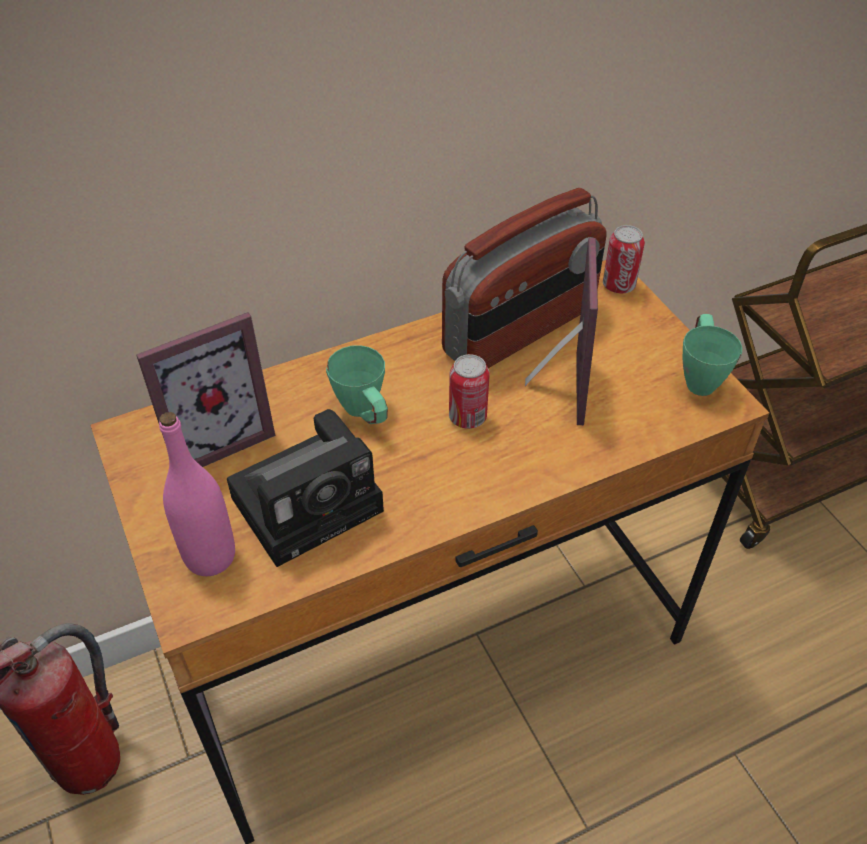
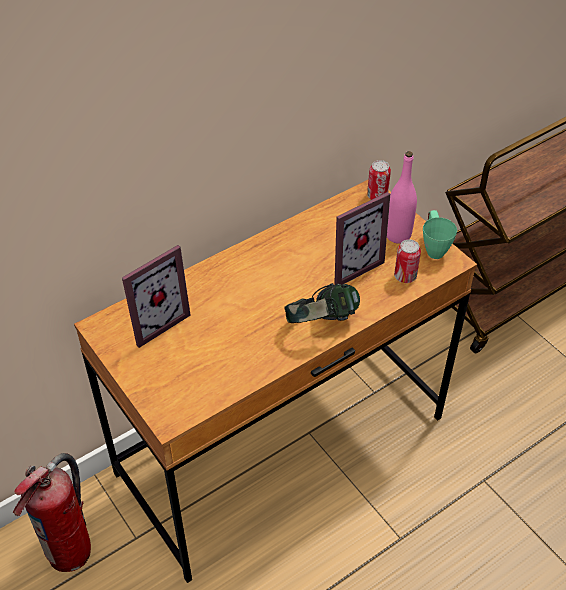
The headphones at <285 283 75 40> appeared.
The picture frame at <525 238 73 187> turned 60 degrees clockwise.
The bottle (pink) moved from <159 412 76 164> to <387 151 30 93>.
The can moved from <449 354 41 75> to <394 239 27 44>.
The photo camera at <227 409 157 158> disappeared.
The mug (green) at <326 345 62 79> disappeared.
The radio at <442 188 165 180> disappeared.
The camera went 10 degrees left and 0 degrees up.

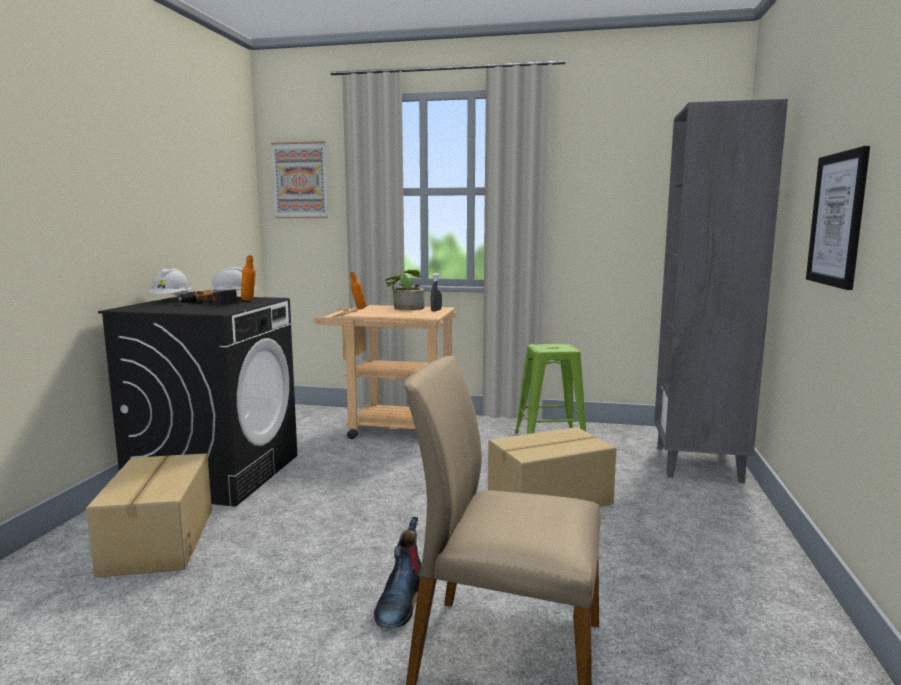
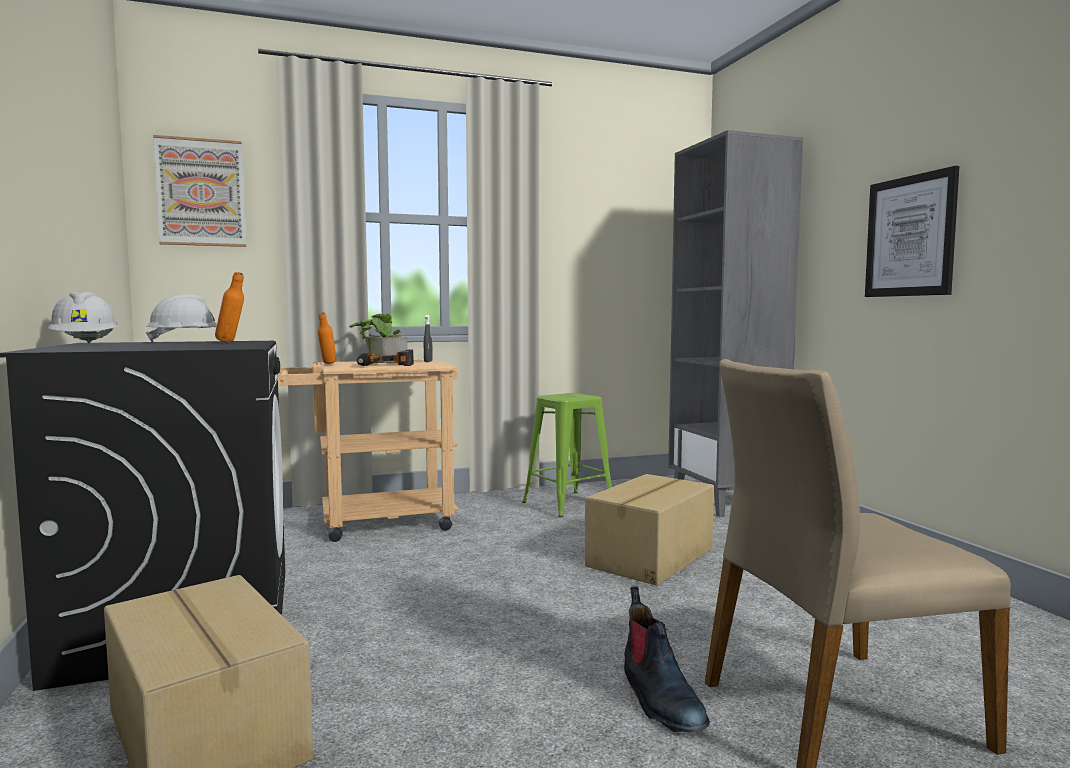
The power drill moved from <178 289 59 17> to <357 349 57 17>.
The camera went 30 degrees left and 5 degrees down.

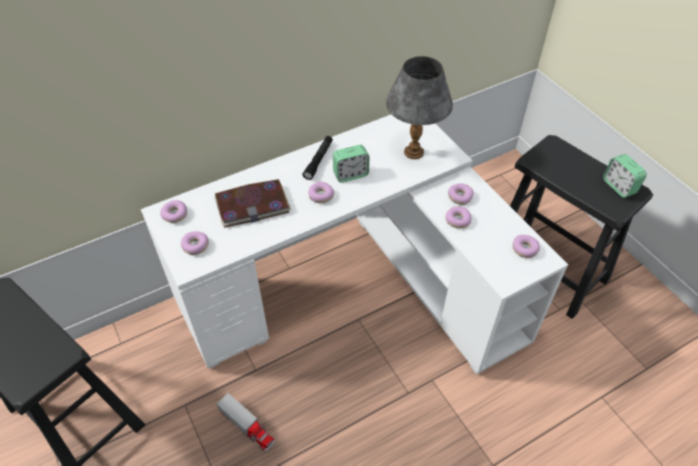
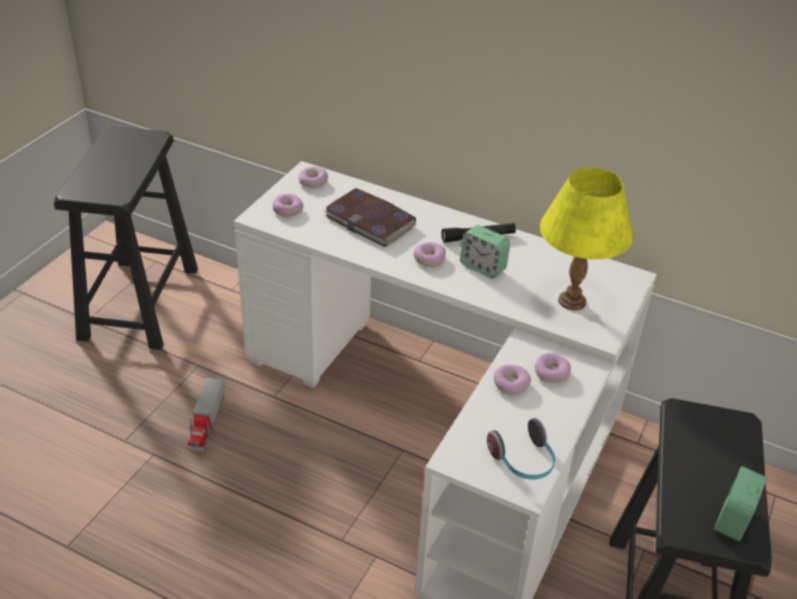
The donut at <512 235 28 23> was replaced by the headphones at <487 418 68 62>.
The table lamp (grey) at <386 56 67 103> became the table lamp (yellow) at <540 168 93 142>.
The camera went 55 degrees right and 10 degrees down.

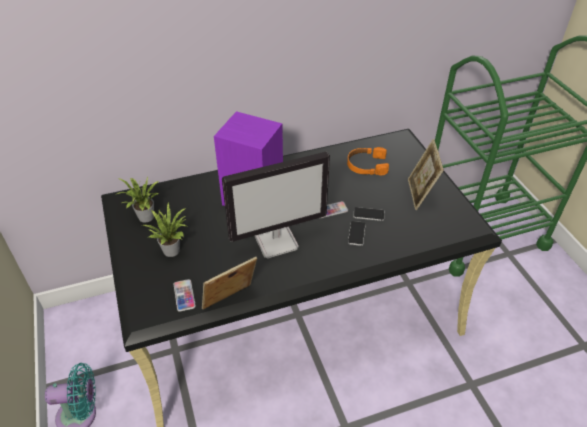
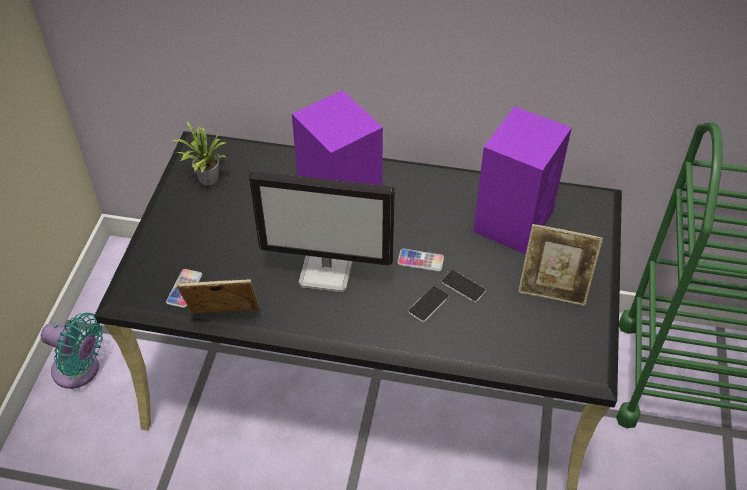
The headphones (orange) at <347 147 42 29> was replaced by the speaker (purple) at <473 106 99 149>.
The picture frame at <408 139 36 71> turned 105 degrees counterclockwise.
The potted plant at <142 203 44 54> disappeared.
The camera went 30 degrees right and 5 degrees up.

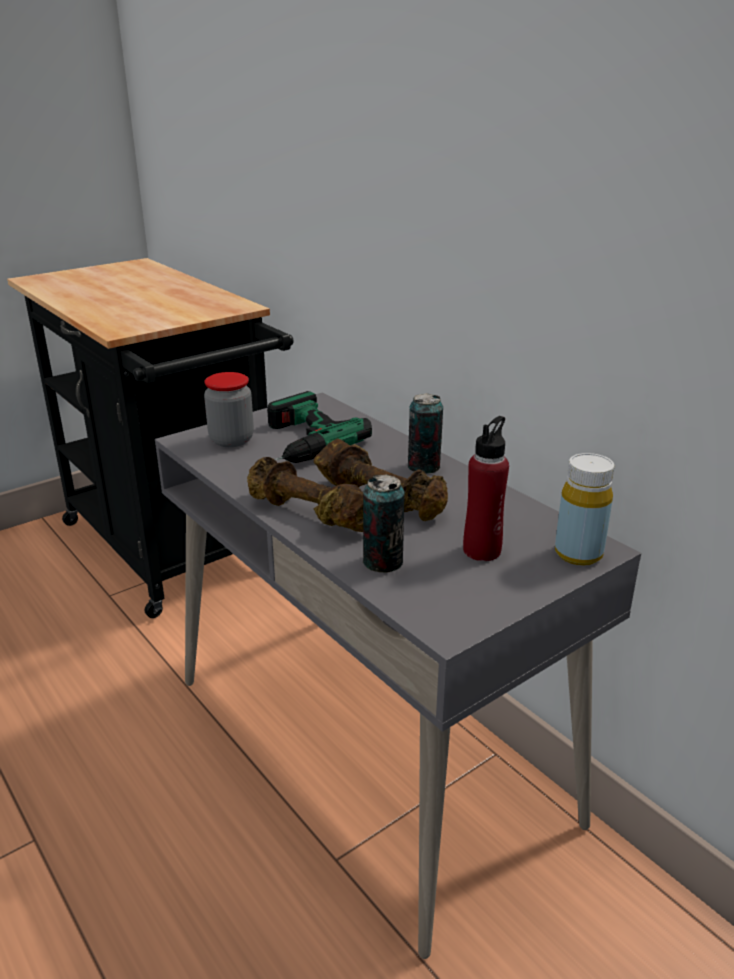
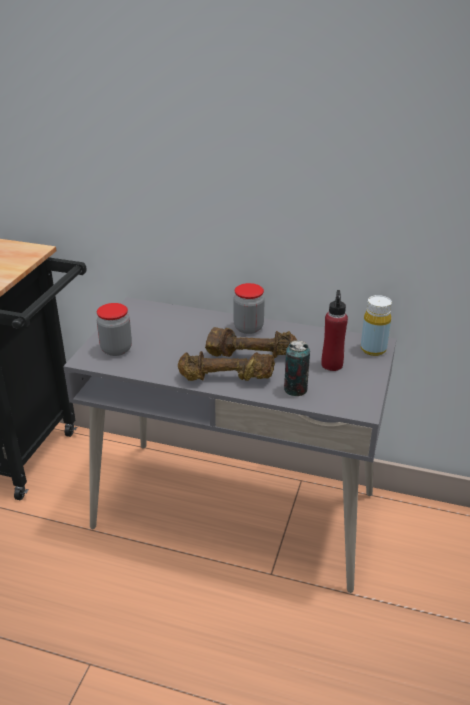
The can at <408 393 35 81> was replaced by the jar at <234 283 31 51>.
The power drill at <267 391 105 72> disappeared.
The camera went 35 degrees left and 5 degrees up.

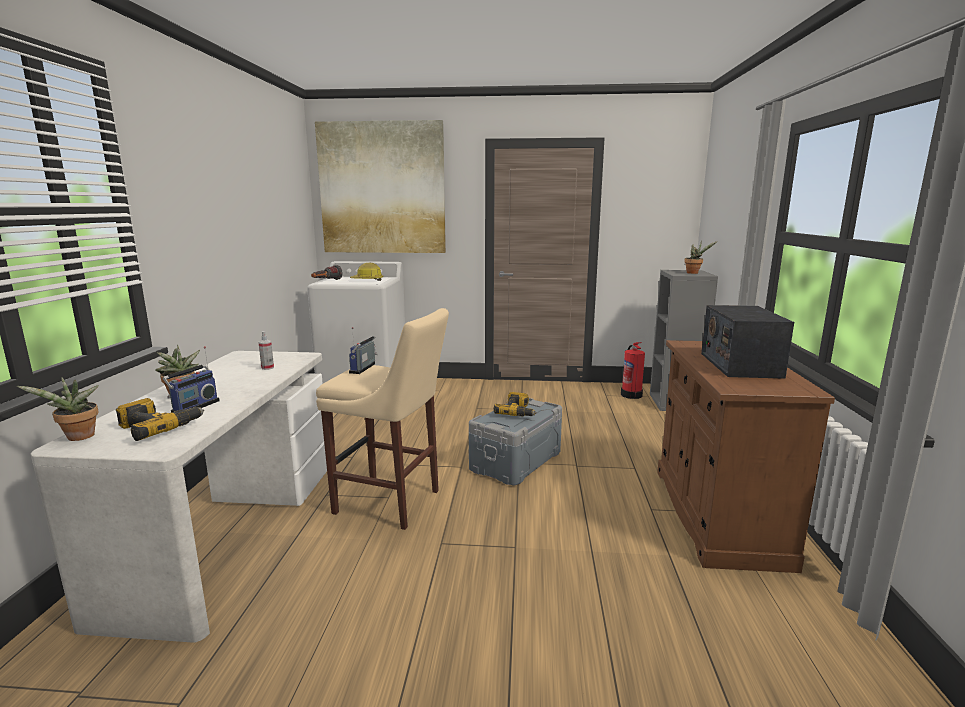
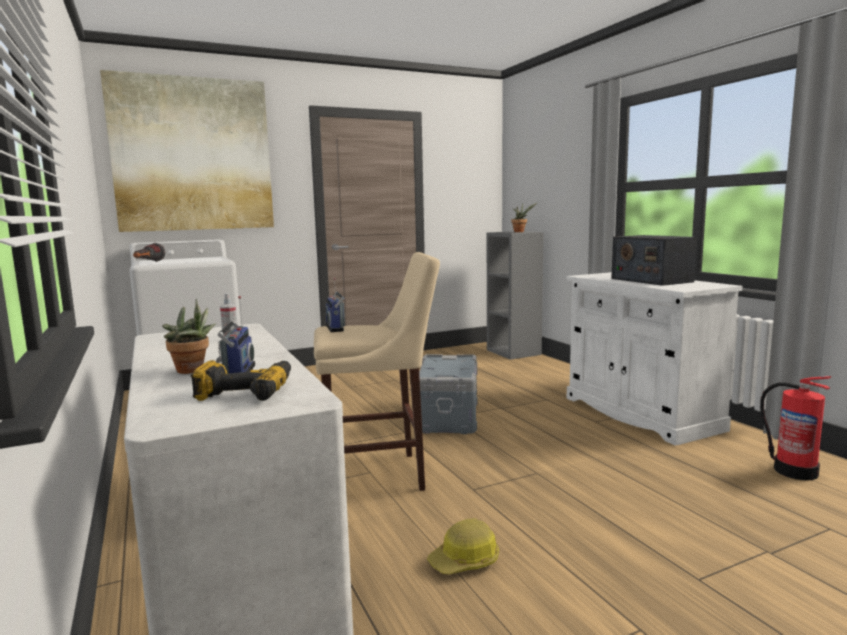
The hard hat moved from <350 263 33 18> to <427 518 72 56>.
The cabinet (brown) at <657 340 178 233> became the cabinet (white) at <566 272 176 174>.
The fire extinguisher moved from <621 342 24 57> to <760 376 71 104>.
The potted plant at <17 377 82 64> disappeared.
The power drill at <494 392 43 25> disappeared.
The camera went 30 degrees left and 5 degrees down.

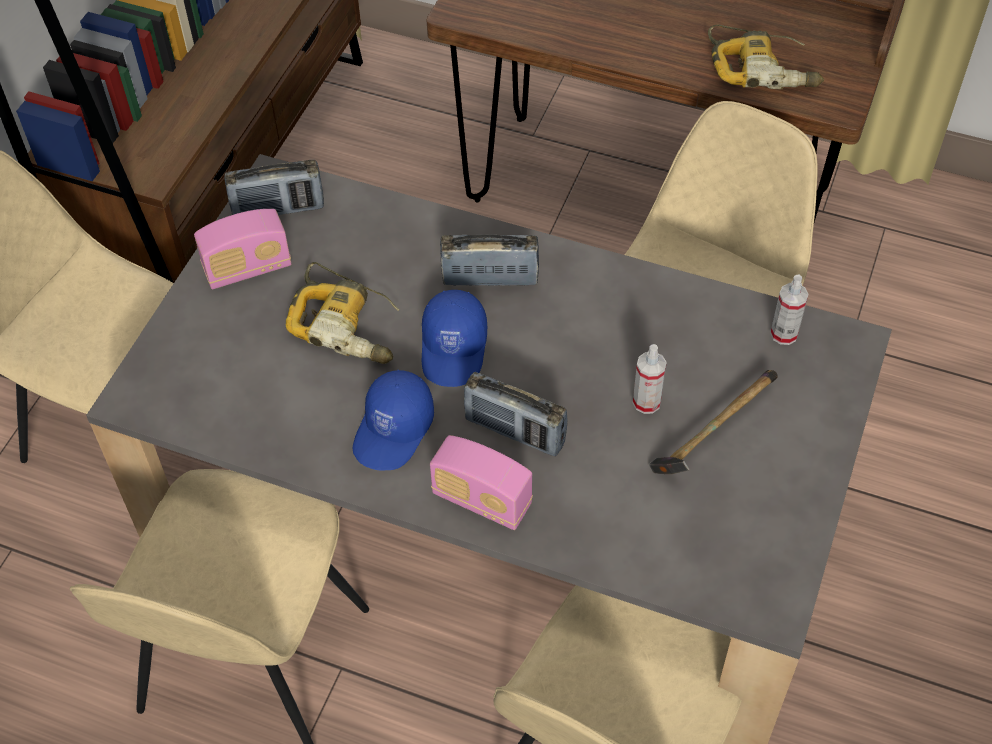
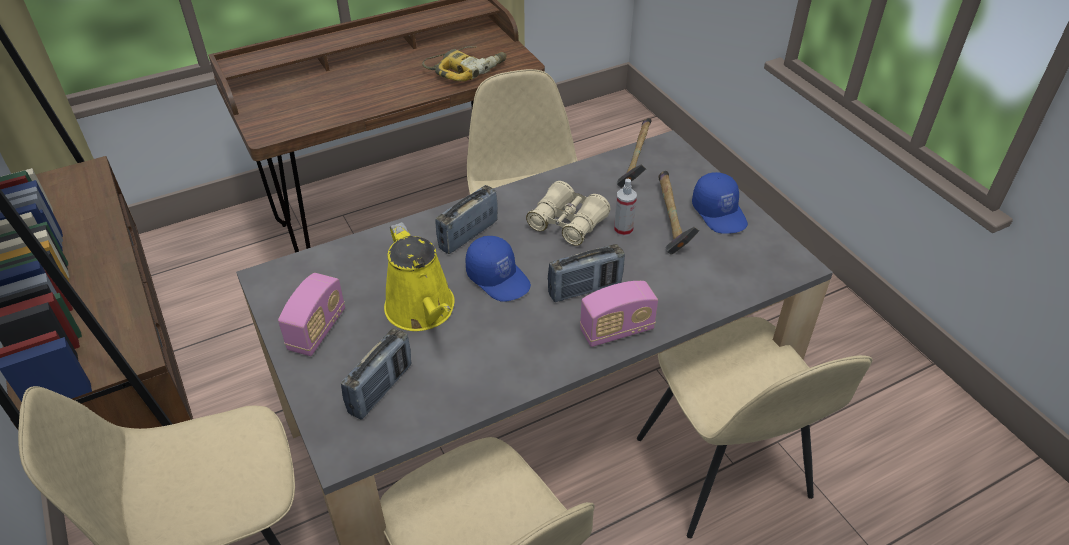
The radio moved from <225 160 99 55> to <341 328 71 92>.
The power drill at <286 262 114 102> was replaced by the watering can (yellow) at <384 222 71 109>.
The binoculars (beige) at <526 181 84 65> appeared.
The spray bottle at <770 275 39 70> was replaced by the hammer at <617 118 34 70>.
The cap (blue) moved from <353 370 81 101> to <692 172 56 62>.
The camera went 50 degrees left and 10 degrees down.

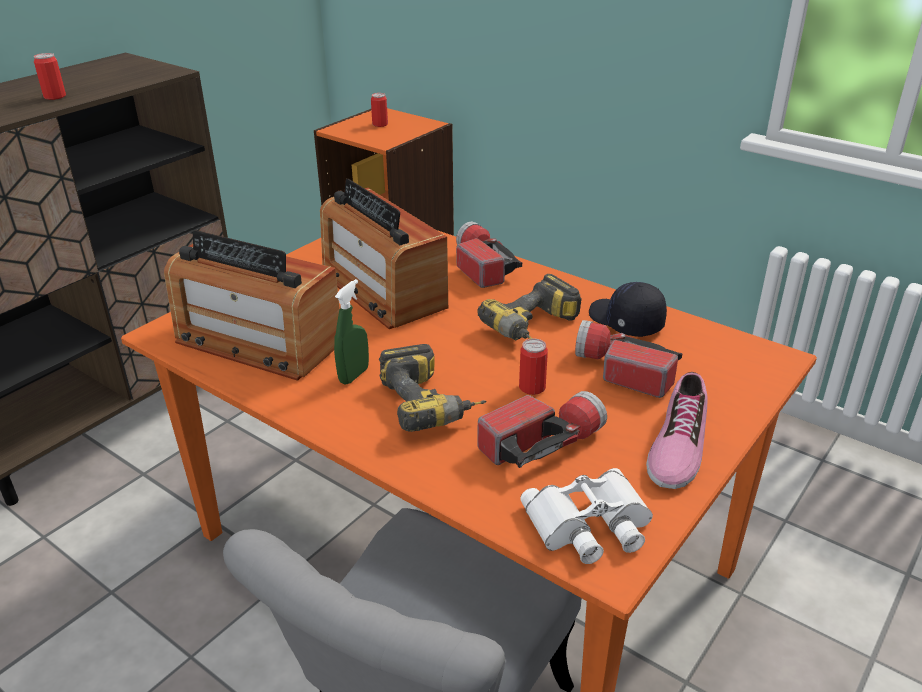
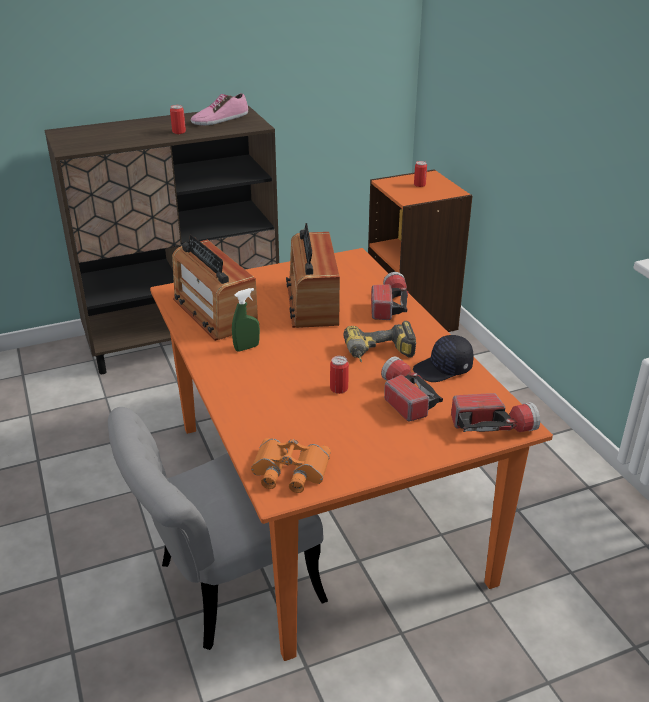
The shoe moved from <646 372 62 117> to <191 93 57 32>.
The binoculars (white) at <520 468 133 96> became the binoculars (orange) at <251 438 80 55>.
The cap (black) at <589 282 78 55> turned 105 degrees counterclockwise.
The flashlight moved from <477 391 130 77> to <451 393 89 39>.
The power drill at <379 344 108 88> disappeared.
The camera went 30 degrees right and 0 degrees up.

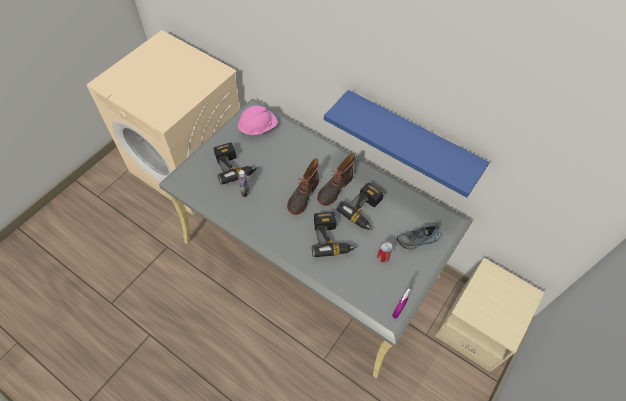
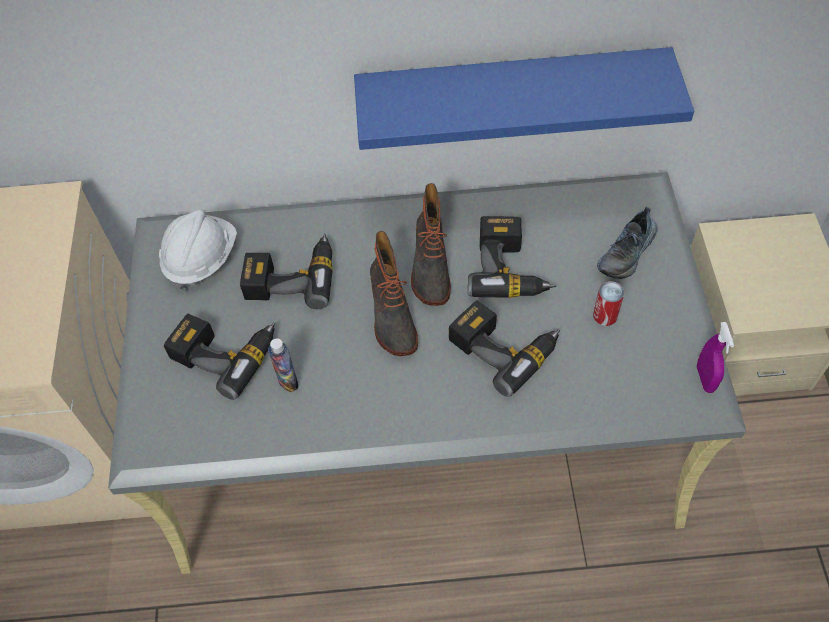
The hard hat (pink) at <238 106 39 30> became the hard hat (white) at <159 210 78 81>.
The power drill at <240 234 93 75> appeared.
The camera went 35 degrees left and 0 degrees up.

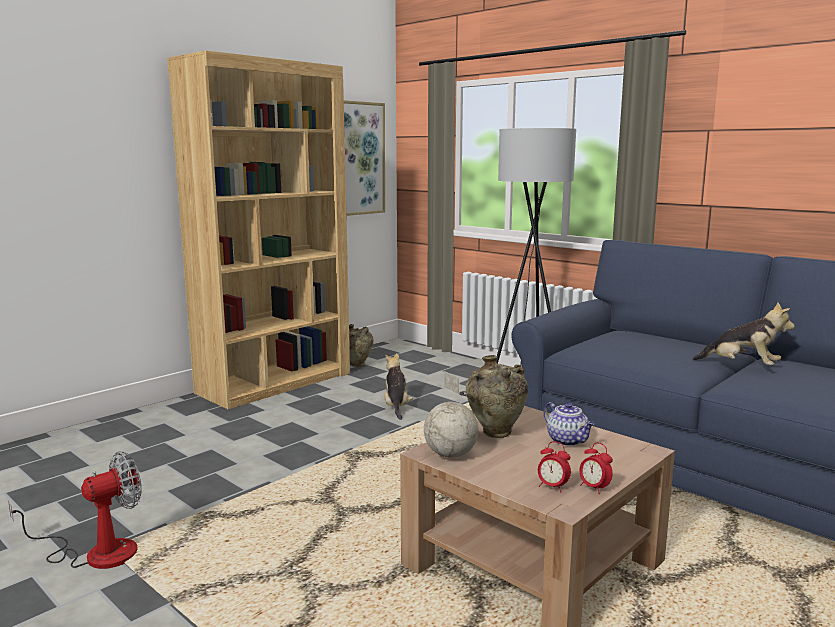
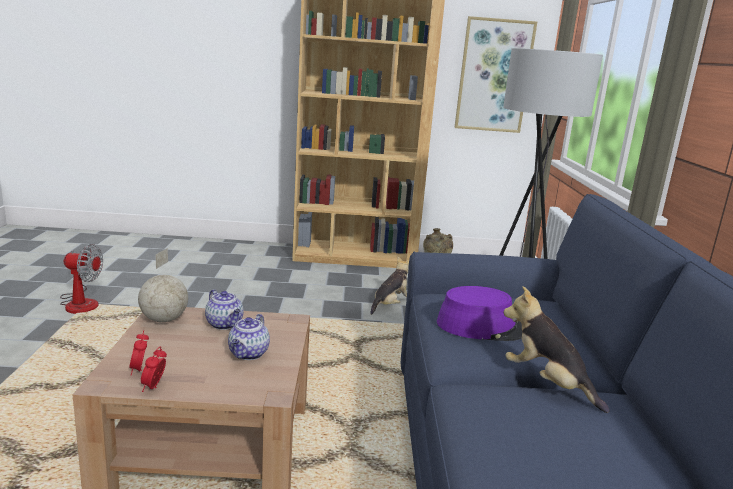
The vase (beige) at <466 355 62 83> was replaced by the teapot at <205 289 39 41>.
The hat (purple) at <437 286 85 55> appeared.
The plush toy at <693 302 102 63> turned 150 degrees clockwise.
The camera went 45 degrees right and 5 degrees up.

